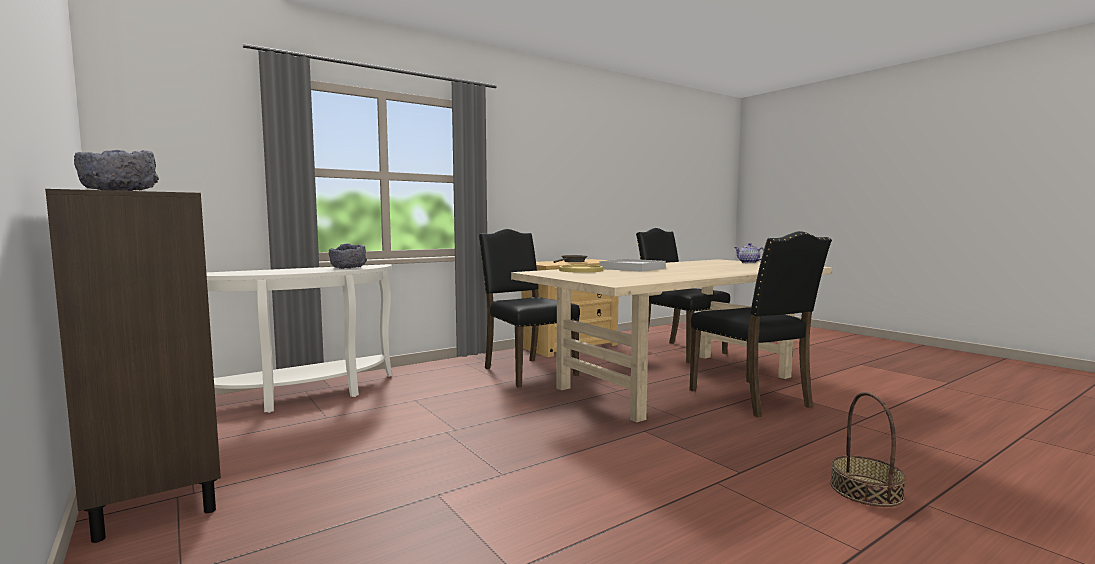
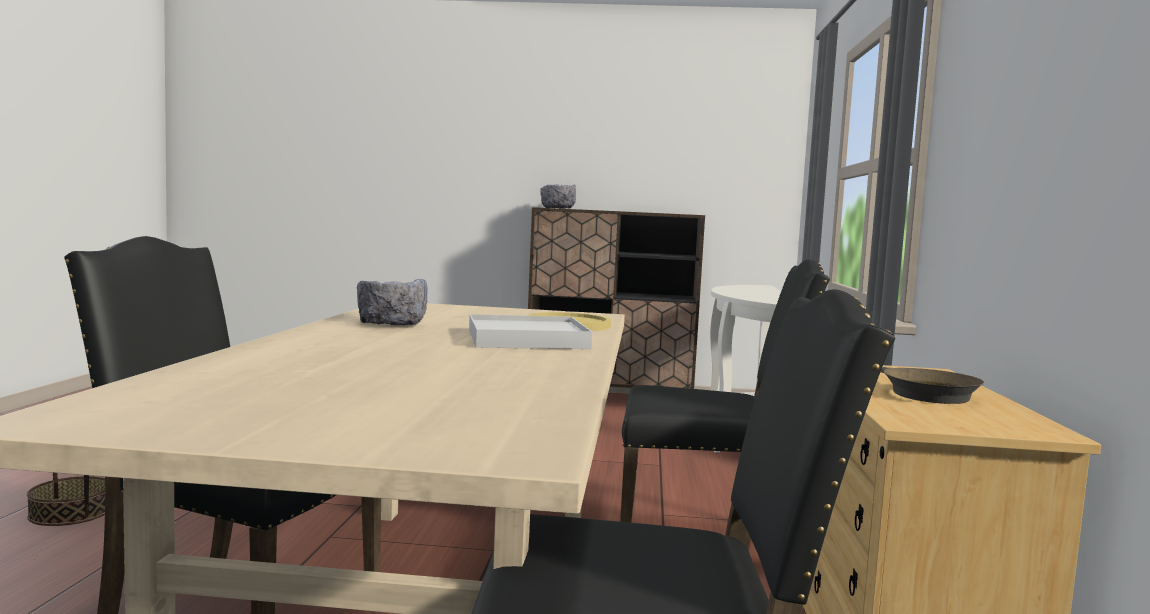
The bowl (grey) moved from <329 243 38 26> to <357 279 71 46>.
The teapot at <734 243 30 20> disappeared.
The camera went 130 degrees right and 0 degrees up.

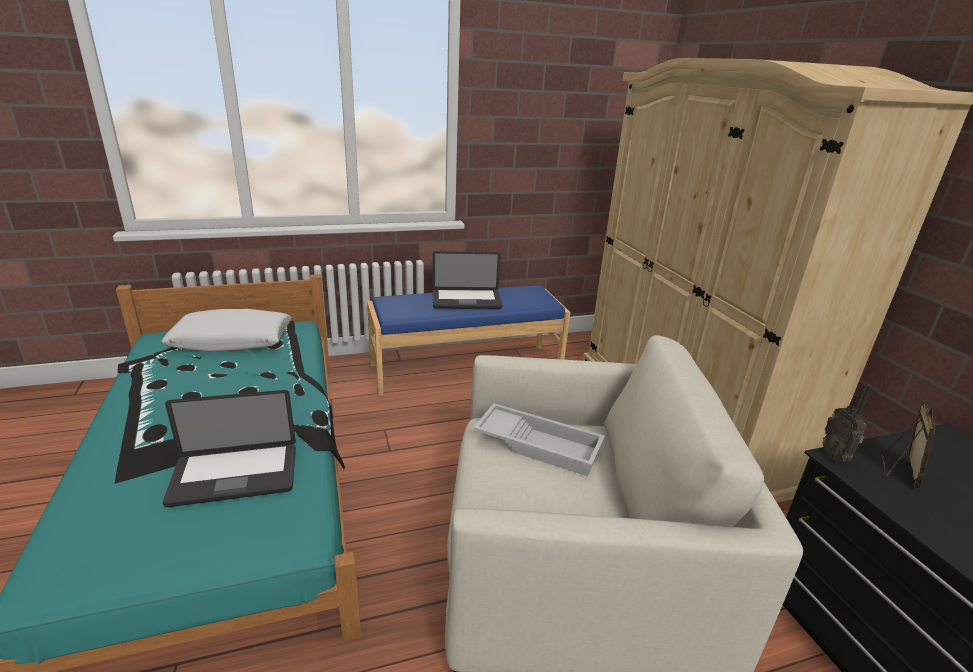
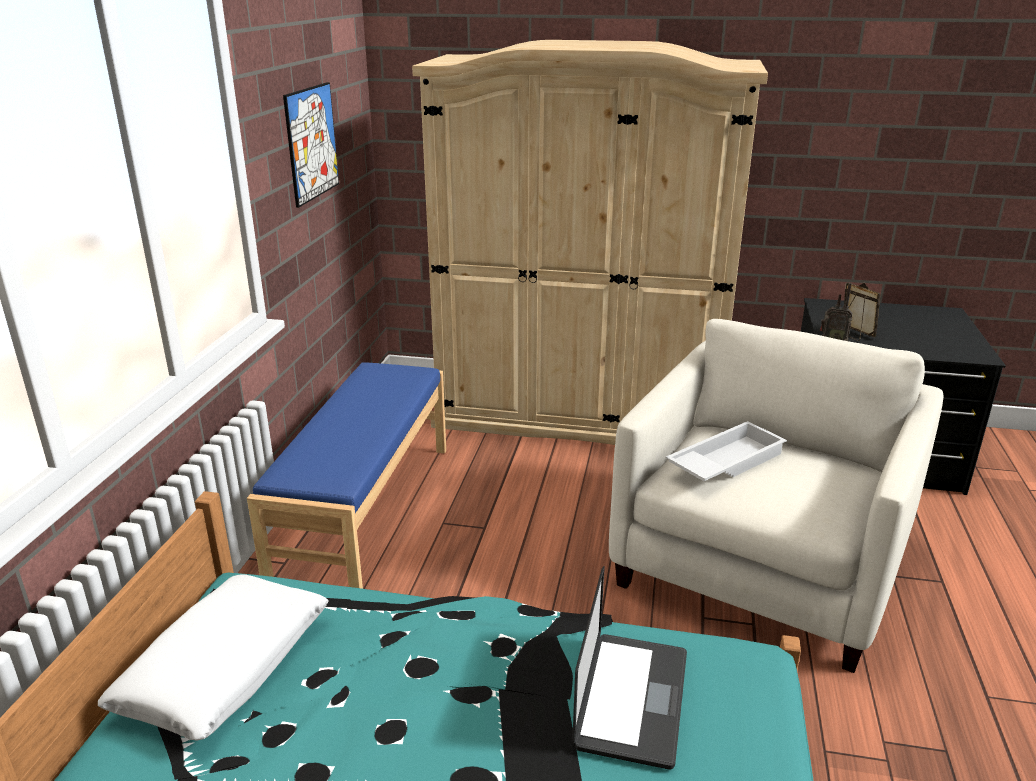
The picture at <283 82 56 126> appeared.
The laptop at <432 251 71 58> disappeared.
The camera went 60 degrees left and 0 degrees up.

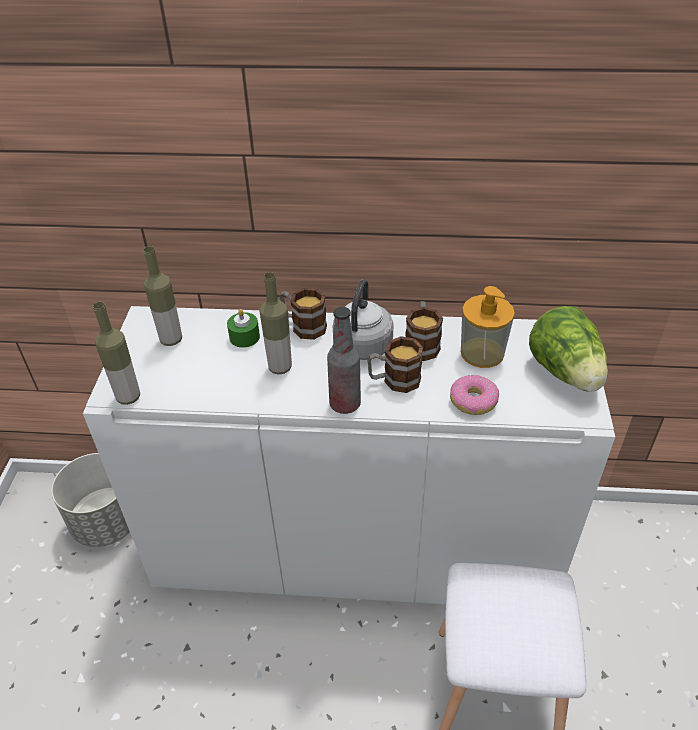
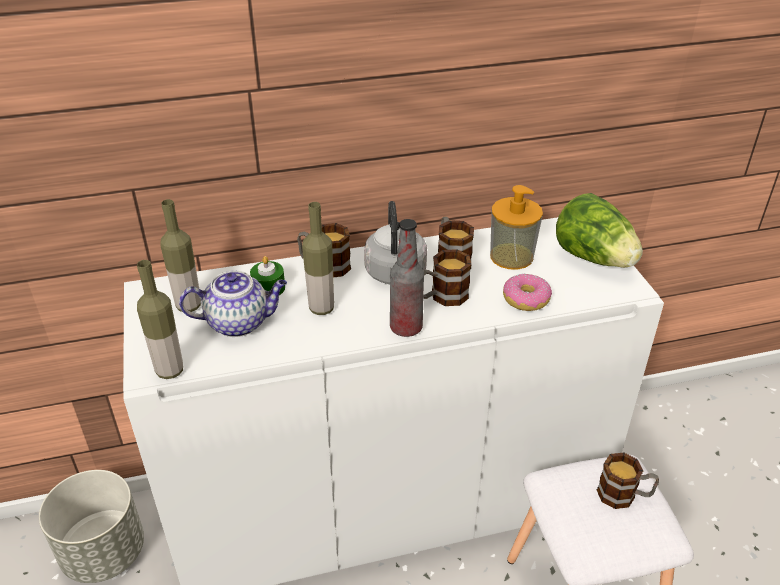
The teapot at <179 271 108 66> appeared.
The mug at <597 452 62 57> appeared.
The camera went 20 degrees left and 5 degrees down.

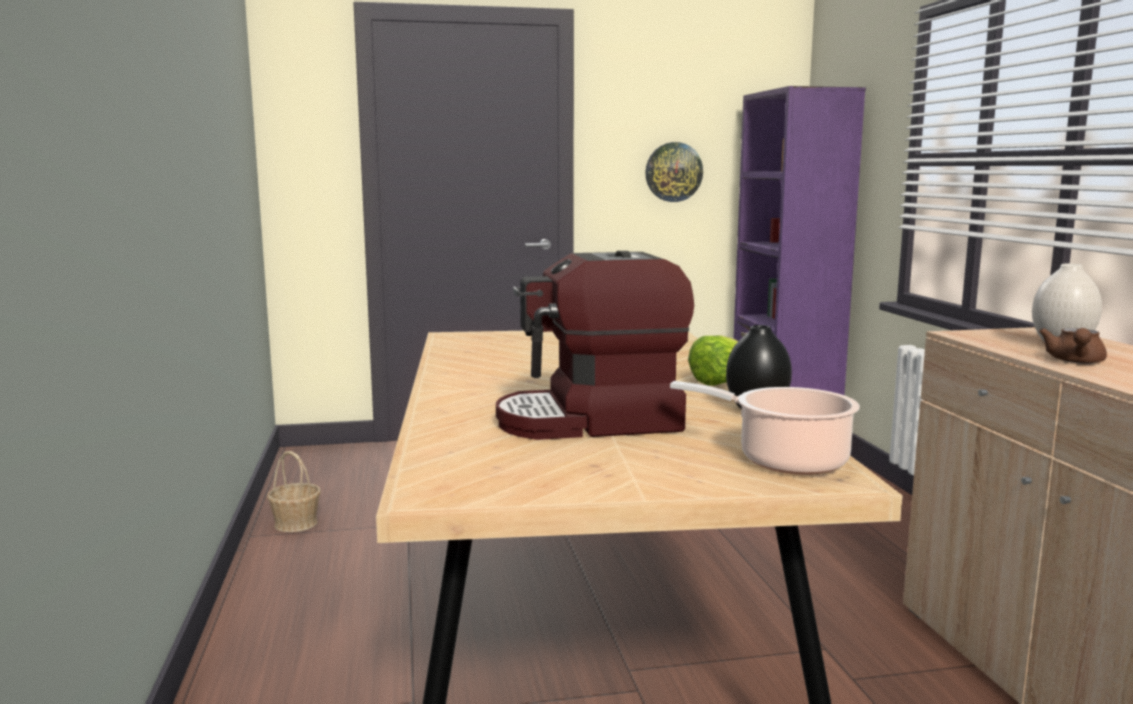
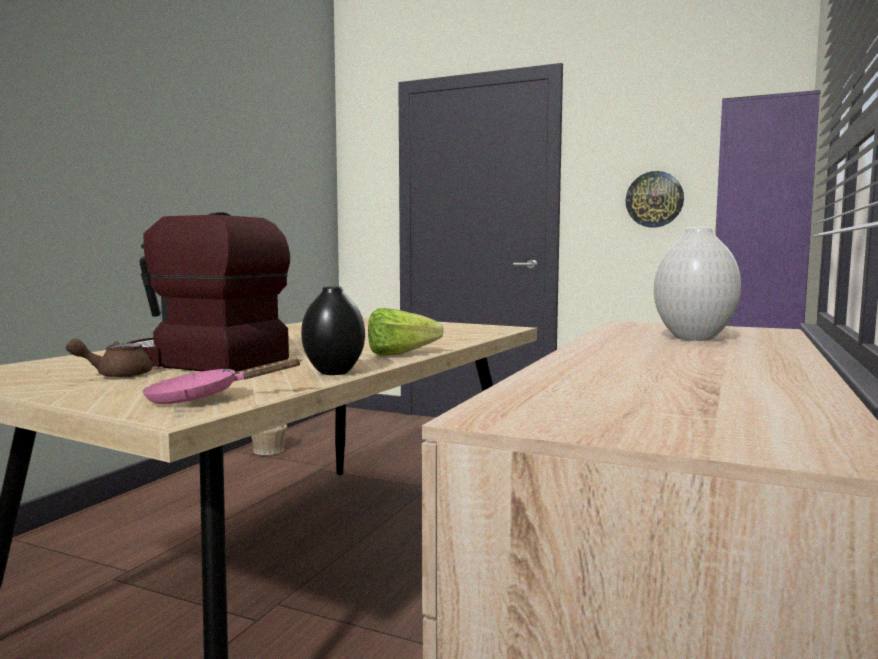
The teapot (brown) moved from <1039 328 68 36> to <66 338 86 40>.
The cooking pot at <670 381 190 94> was replaced by the frying pan (pink) at <142 359 160 45>.
The camera went 35 degrees right and 5 degrees down.

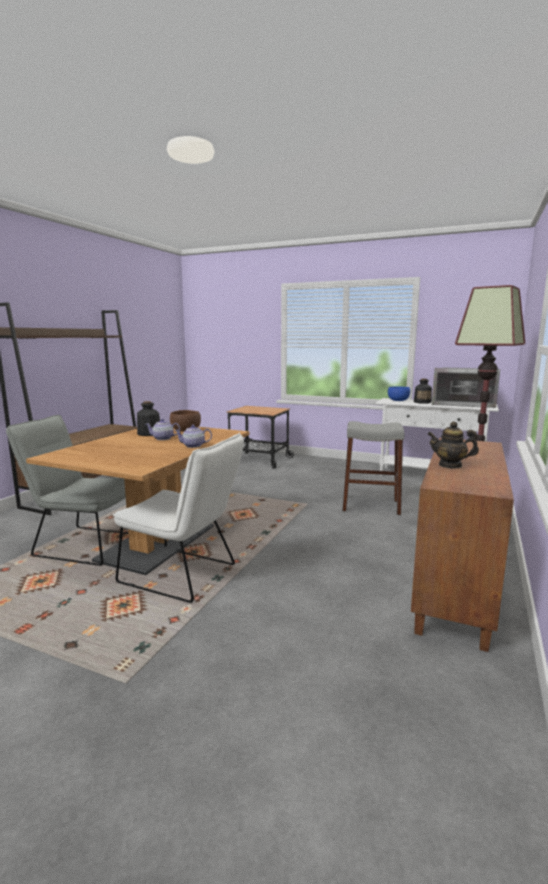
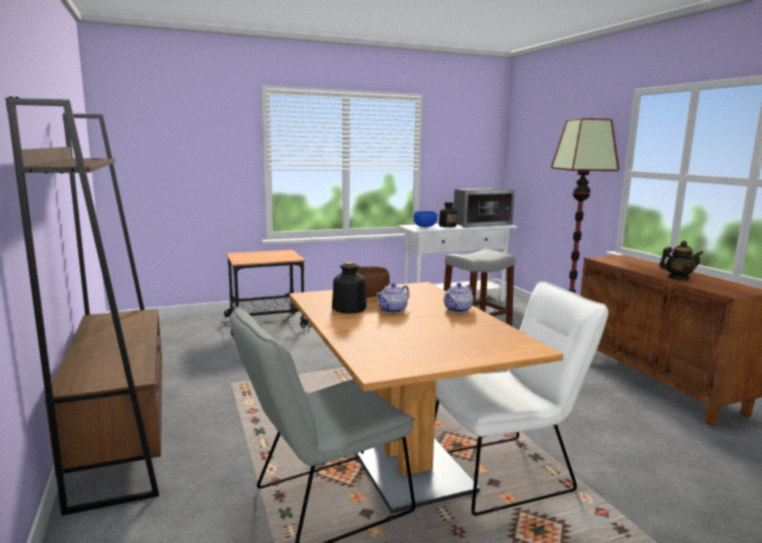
The teapot at <427 422 52 46> turned 150 degrees counterclockwise.
The camera went 45 degrees left and 0 degrees up.

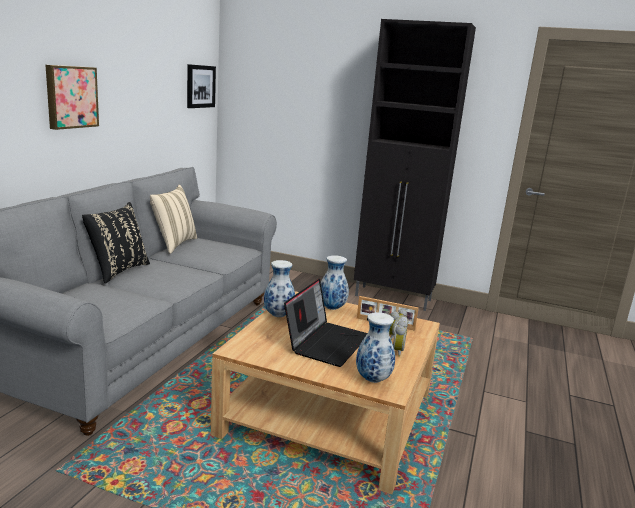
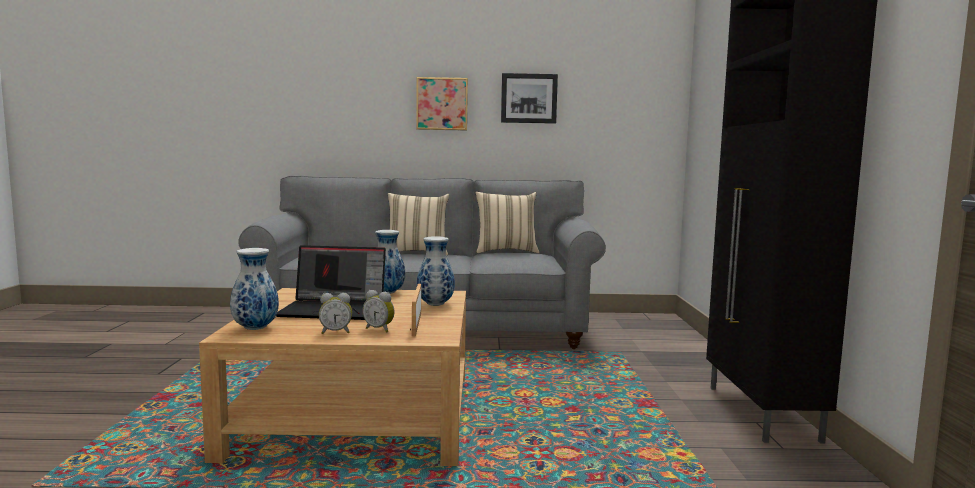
The pillow (black) at <82 202 68 82> became the pillow (beige) at <388 193 61 62>.
The picture moved from <187 64 29 44> to <501 73 57 51>.
The camera went 70 degrees right and 10 degrees down.

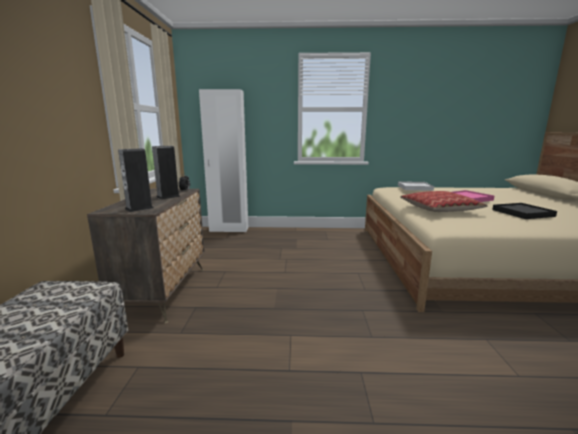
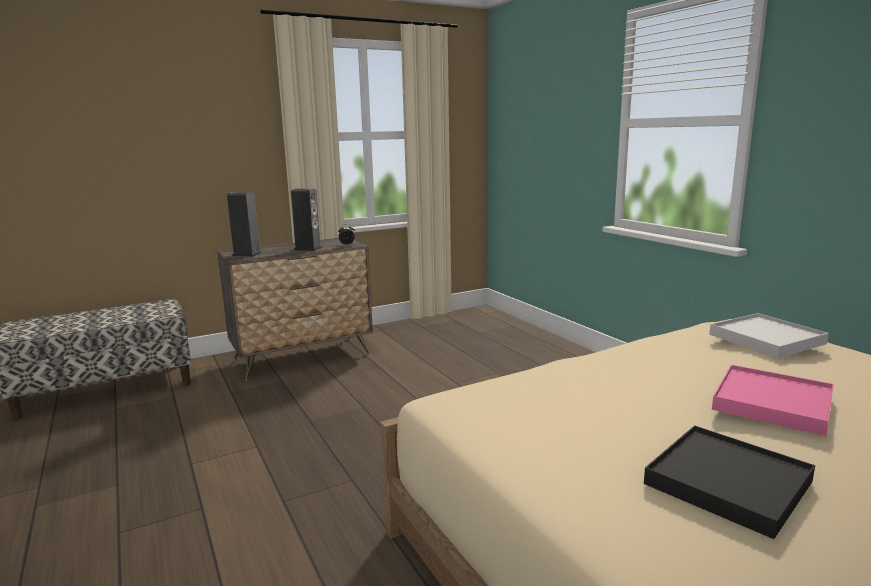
The wardrobe (white) at <199 89 49 143> disappeared.
The pillow at <400 191 88 21> disappeared.
The camera went 60 degrees right and 0 degrees up.

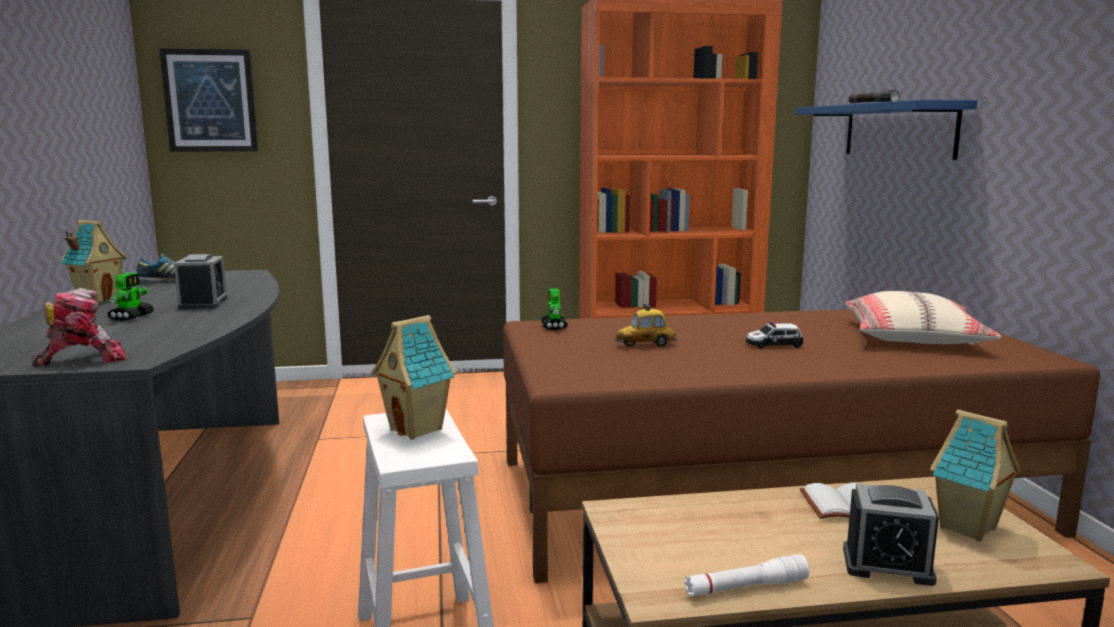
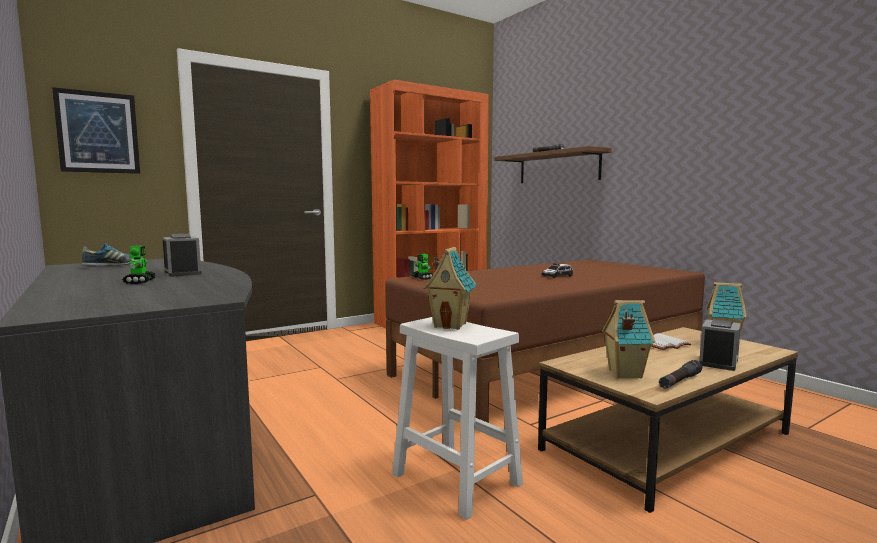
The shelf (blue) at <796 100 182 60> became the shelf (brown) at <494 146 118 37>.
The toy house moved from <60 220 67 83> to <602 300 53 78>.
The flashlight (white) at <684 554 126 43> became the flashlight (black) at <659 360 43 29>.
The alarm clock at <843 484 96 102> turned 45 degrees counterclockwise.
The toy robot at <32 288 94 79> disappeared.
The toy car at <615 304 63 43> disappeared.
The pillow (beige) at <845 291 157 54> disappeared.
The camera went 25 degrees left and 5 degrees down.

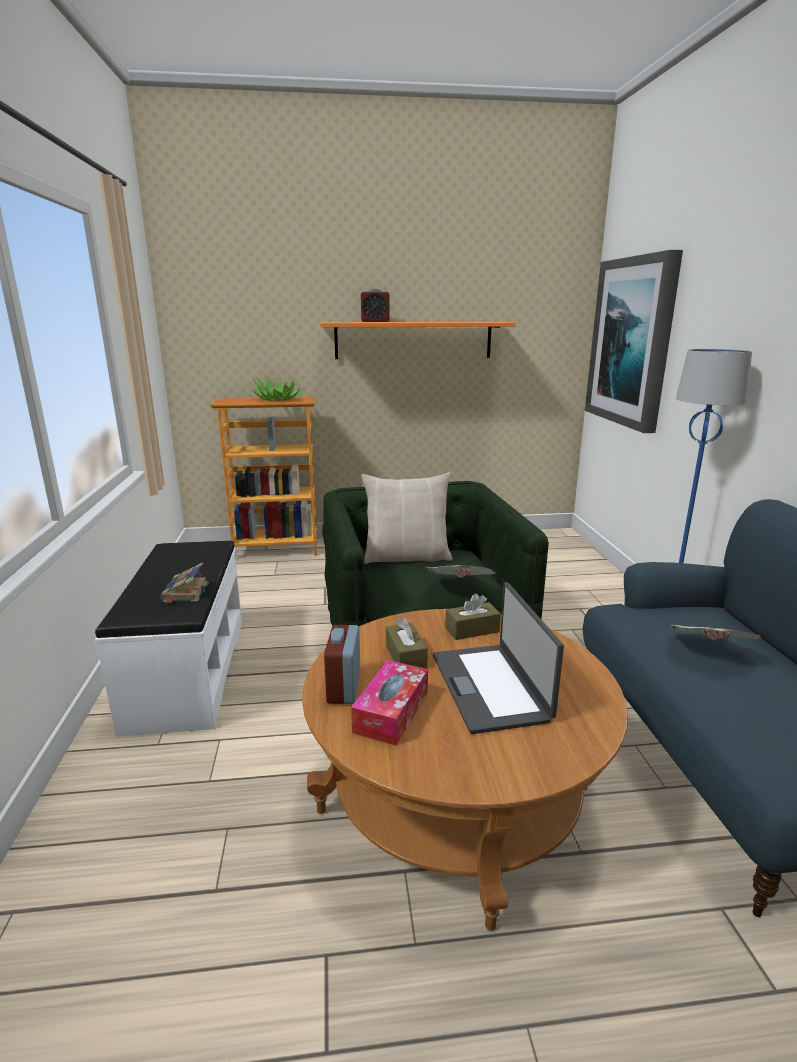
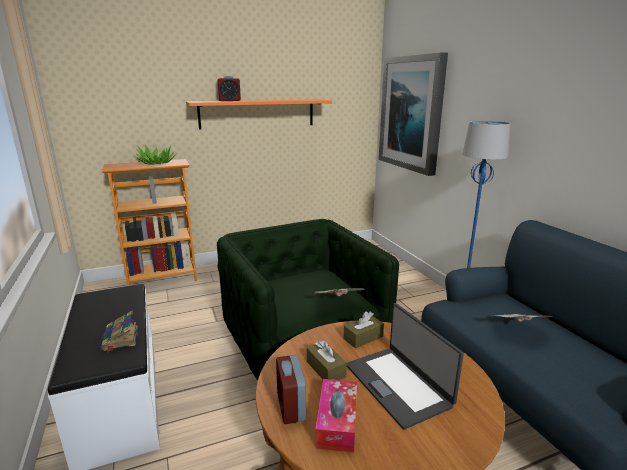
The pillow (beige) at <361 473 91 91> disappeared.
The camera went 15 degrees left and 0 degrees up.

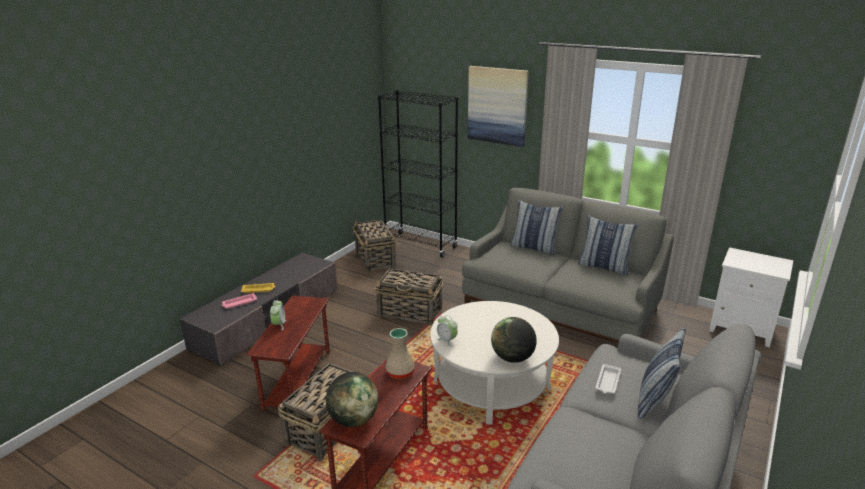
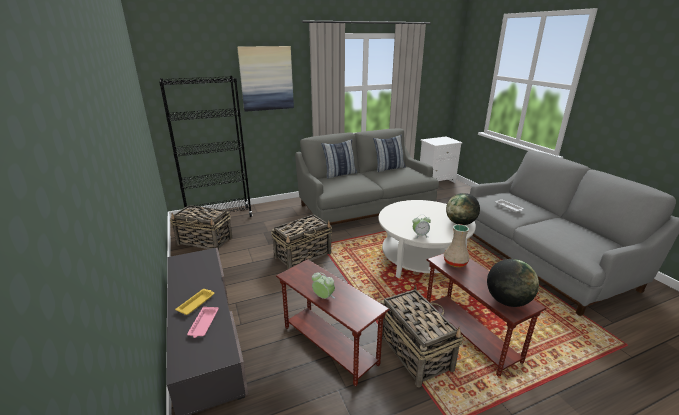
The pillow at <638 327 48 92> disappeared.
The camera went 55 degrees left and 0 degrees up.

